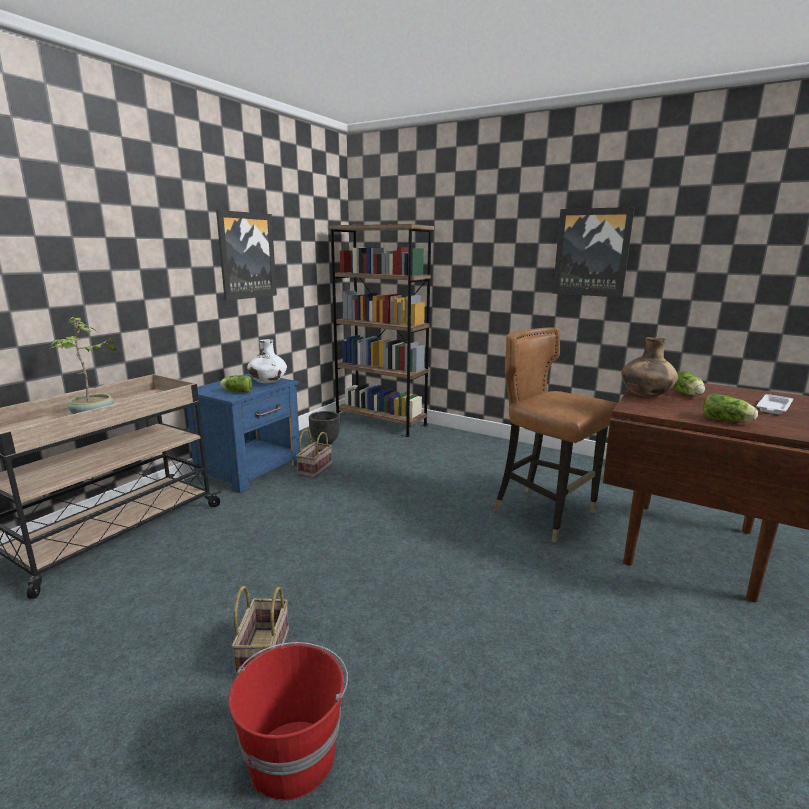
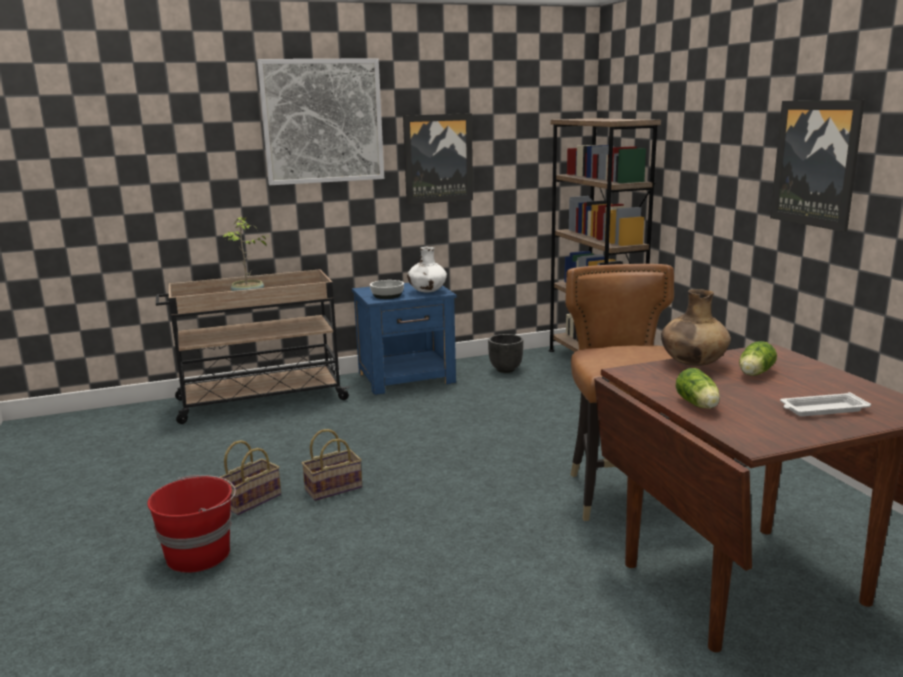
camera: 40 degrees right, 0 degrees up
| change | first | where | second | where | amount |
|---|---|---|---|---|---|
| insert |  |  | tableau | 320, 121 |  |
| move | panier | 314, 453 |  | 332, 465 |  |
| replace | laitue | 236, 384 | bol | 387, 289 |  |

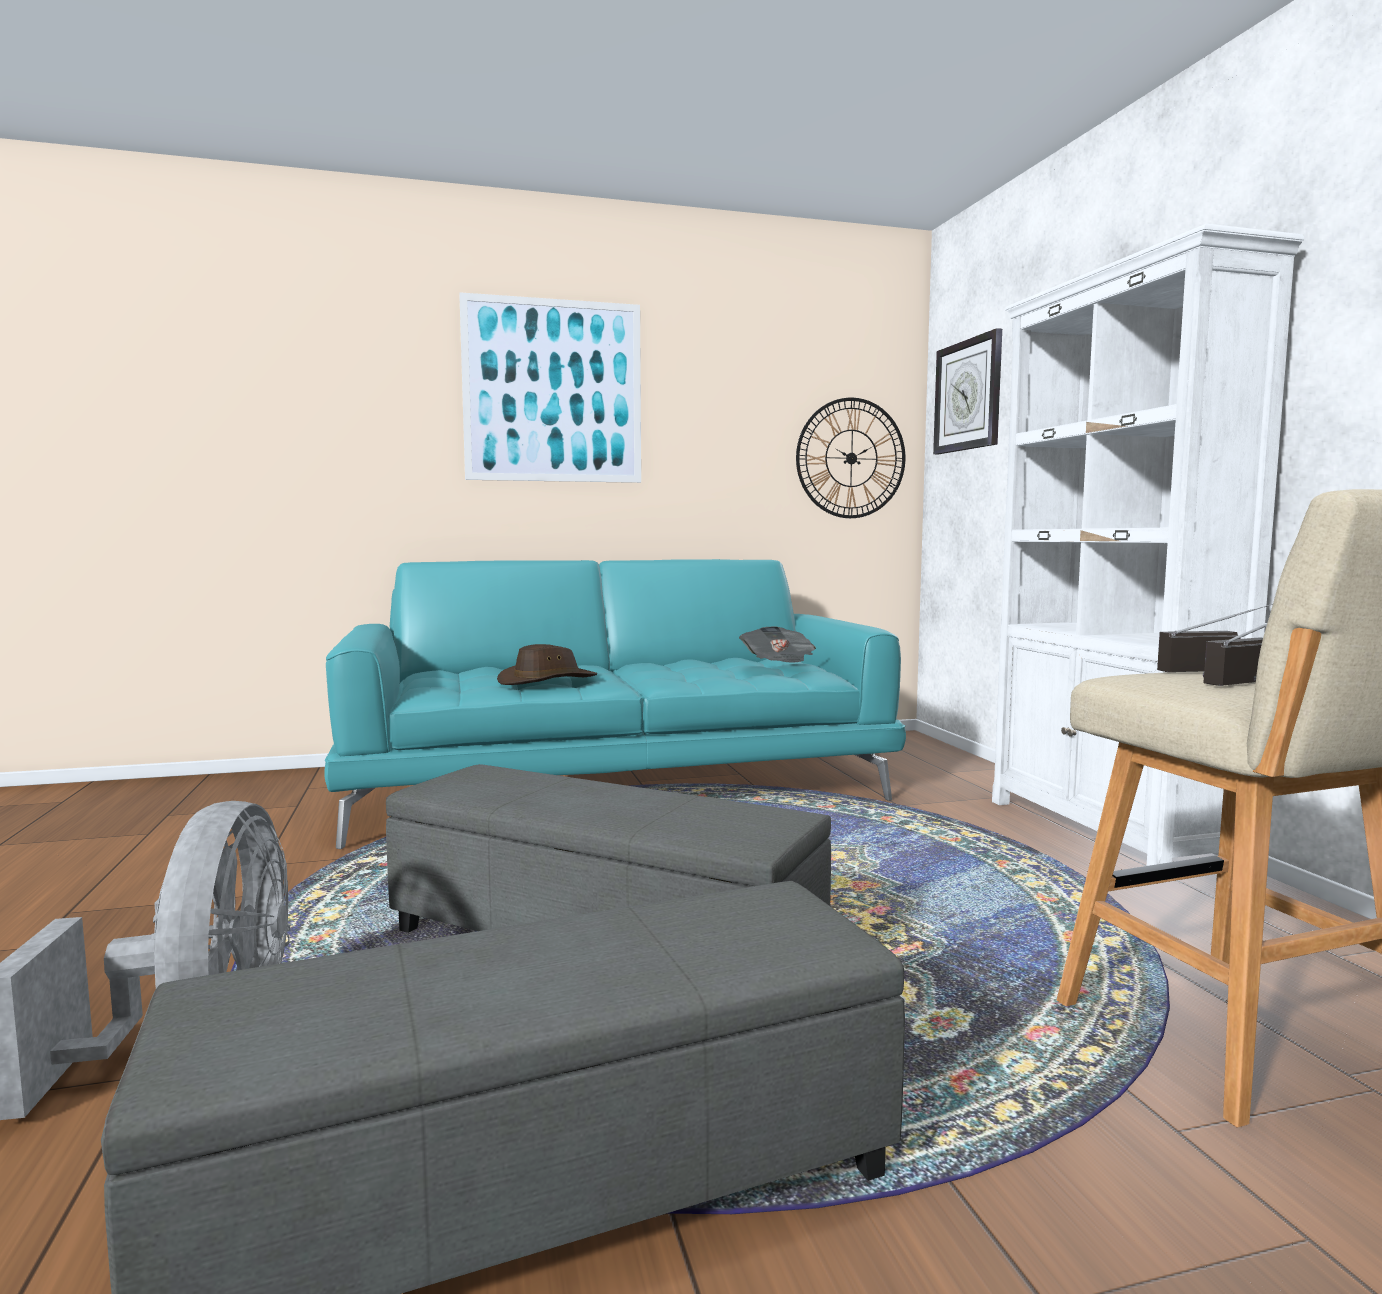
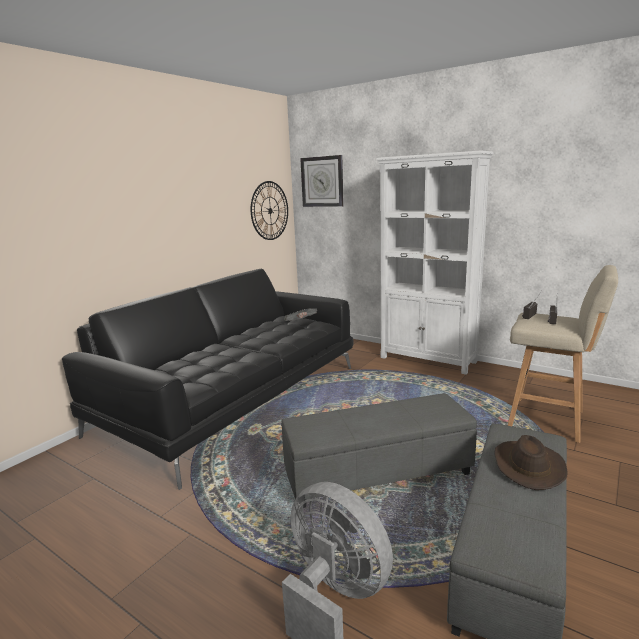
camera: 40 degrees left, 10 degrees up
| change | first | where | second | where | amount |
|---|---|---|---|---|---|
| recolor | canapé [turquoise] | 615, 704 | canapé [noir] | 208, 379 |  |
| move | chapeau [marron] | 547, 664 |  | 531, 462 |  |
| delete | tableau | 550, 387 |  |  |  |

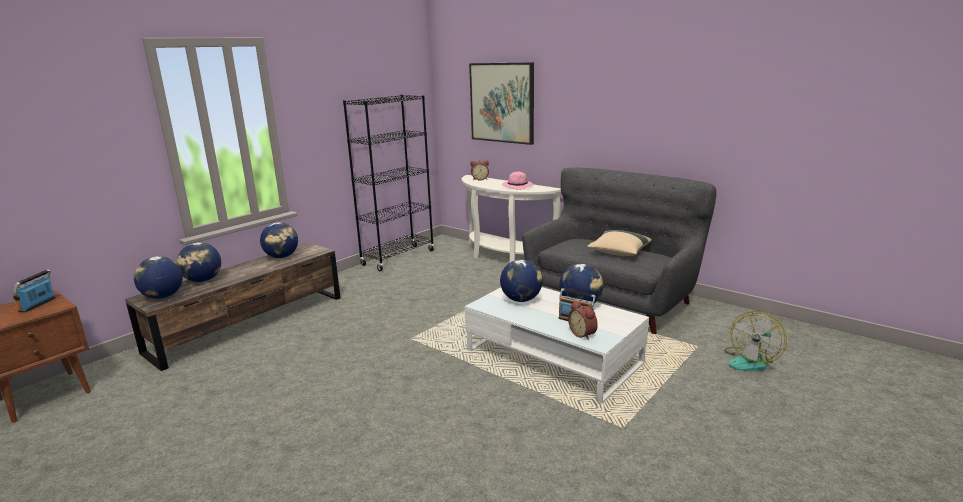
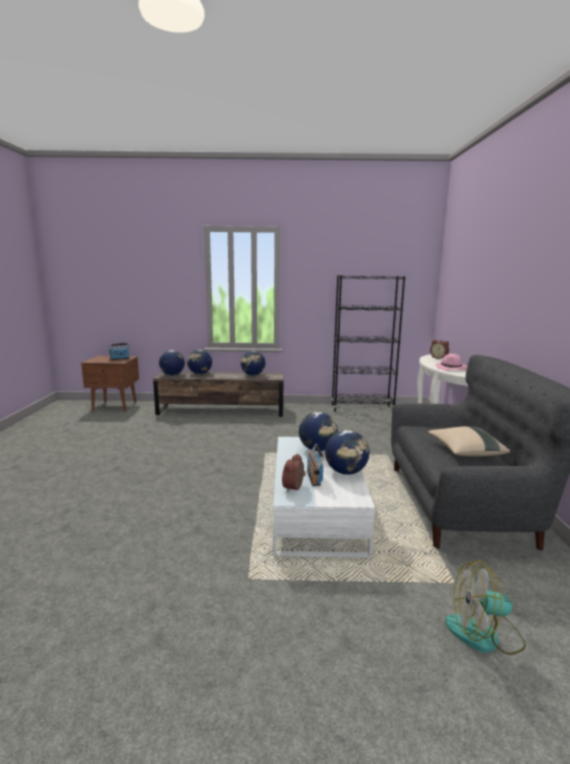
camera: 50 degrees right, 5 degrees down
| change | first | where | second | where | amount |
|---|---|---|---|---|---|
| delete | tableau | 501, 103 |  |  |  |

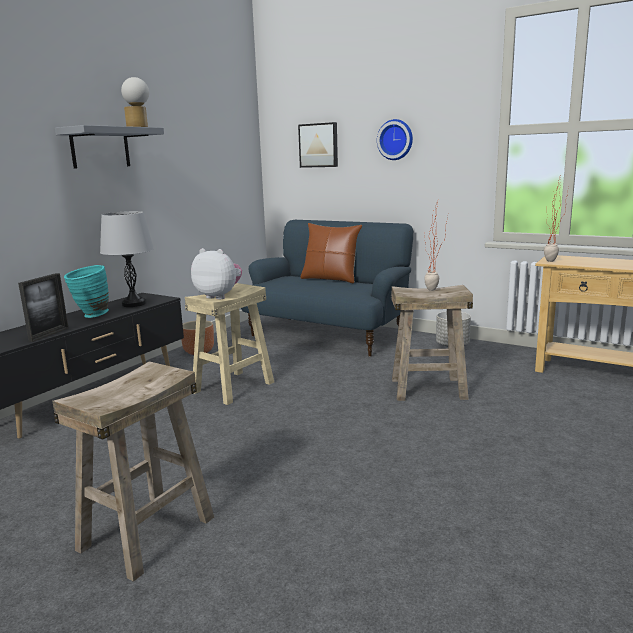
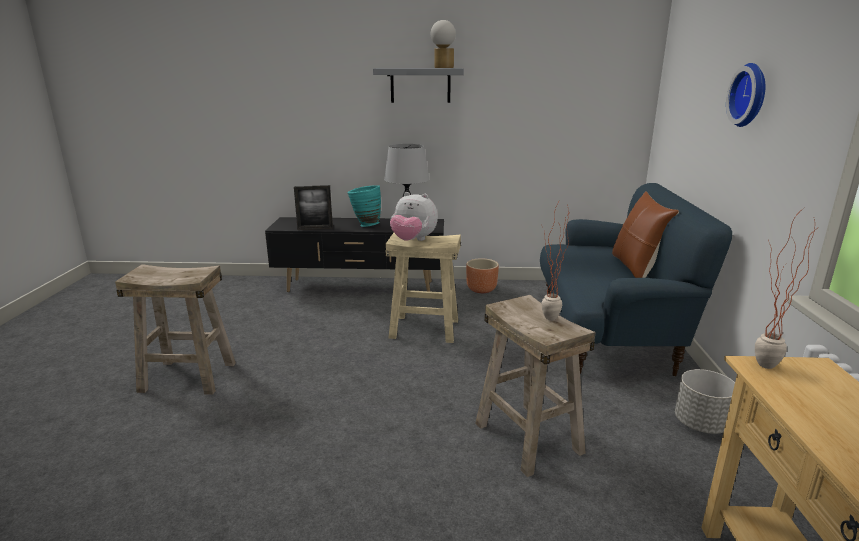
camera: 60 degrees right, 5 degrees up
| change | first | where | second | where | amount |
|---|---|---|---|---|---|
| rotate | peluche | 216, 273 |  | 414, 216 | 120 degrees clockwise |
| delete | tableau | 318, 145 |  |  |  |

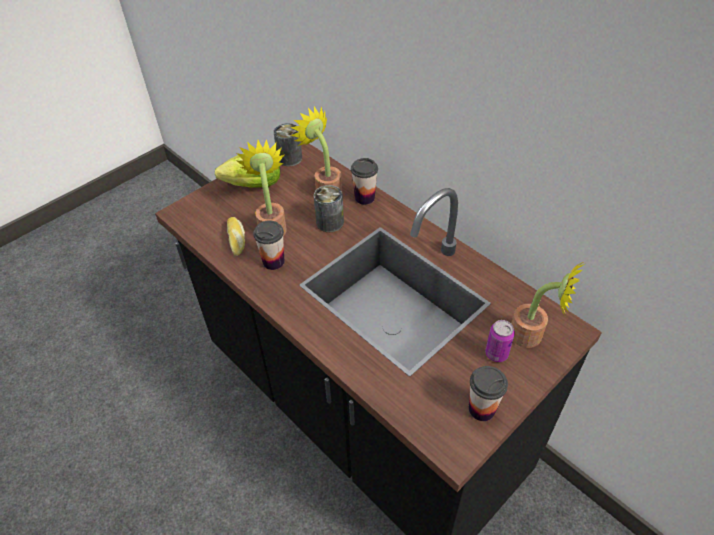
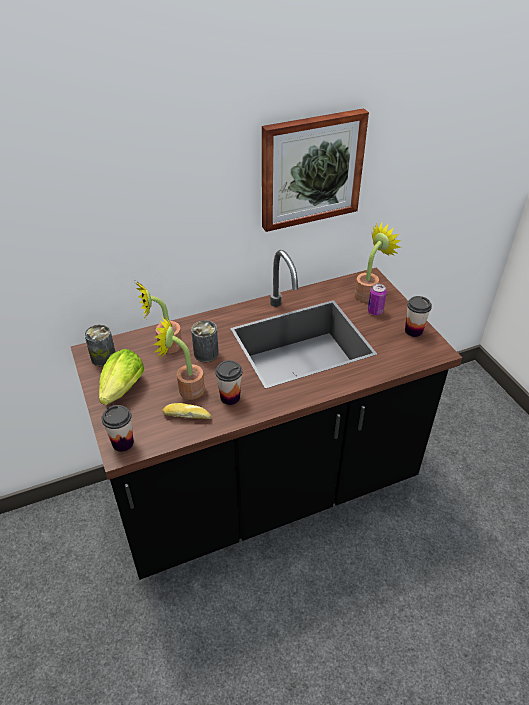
camera: 70 degrees left, 5 degrees down
| change | first | where | second | where | amount |
|---|---|---|---|---|---|
| move | tasse | 364, 181 |  | 118, 428 |  |
| insert |  |  | tableau | 315, 170 |  |

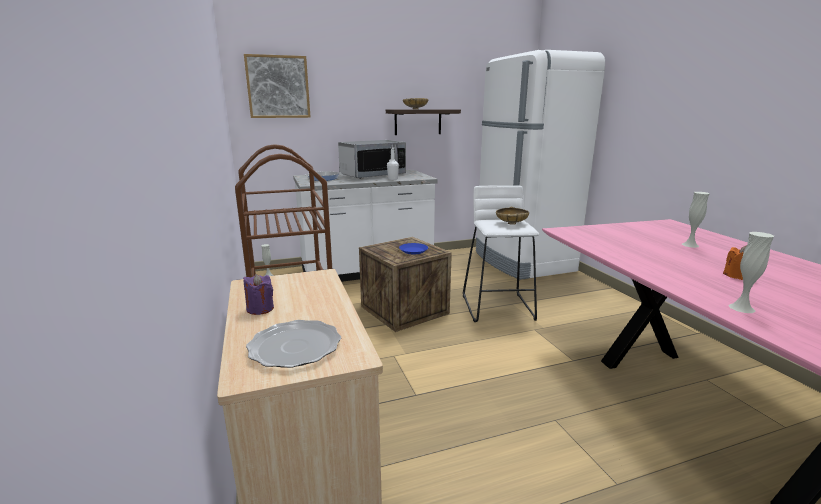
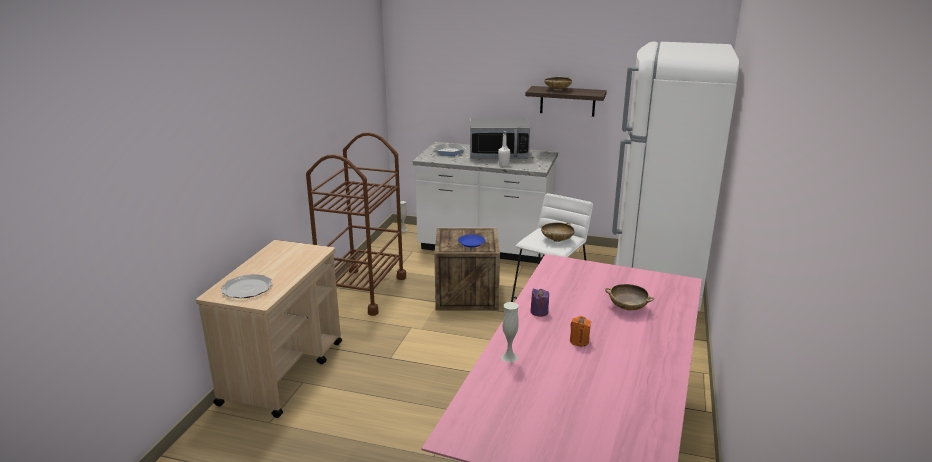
camera: 35 degrees right, 5 degrees up
| change | first | where | second | where | amount |
|---|---|---|---|---|---|
| move | bougie [violet] | 258, 294 |  | 539, 303 |  |
| replace | vase [blanc] | 696, 220 | bol [beige] | 629, 297 |  |
| delete | tableau | 277, 86 |  |  |  |

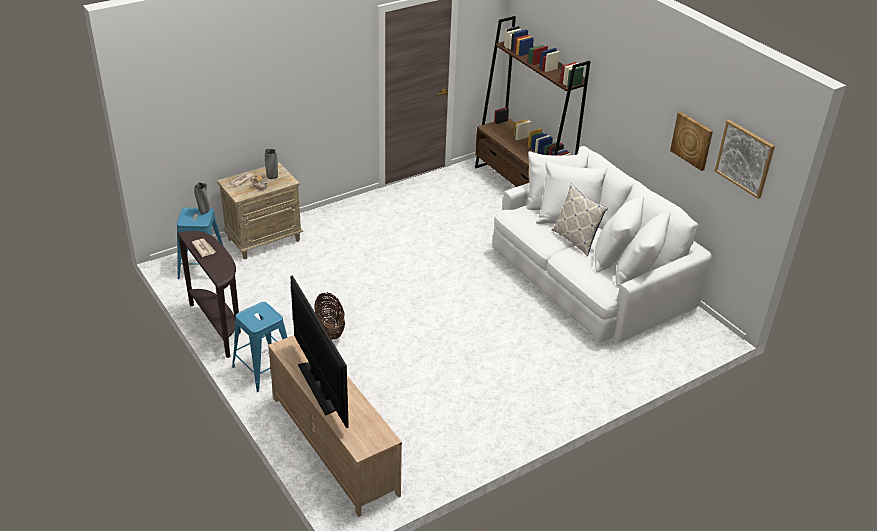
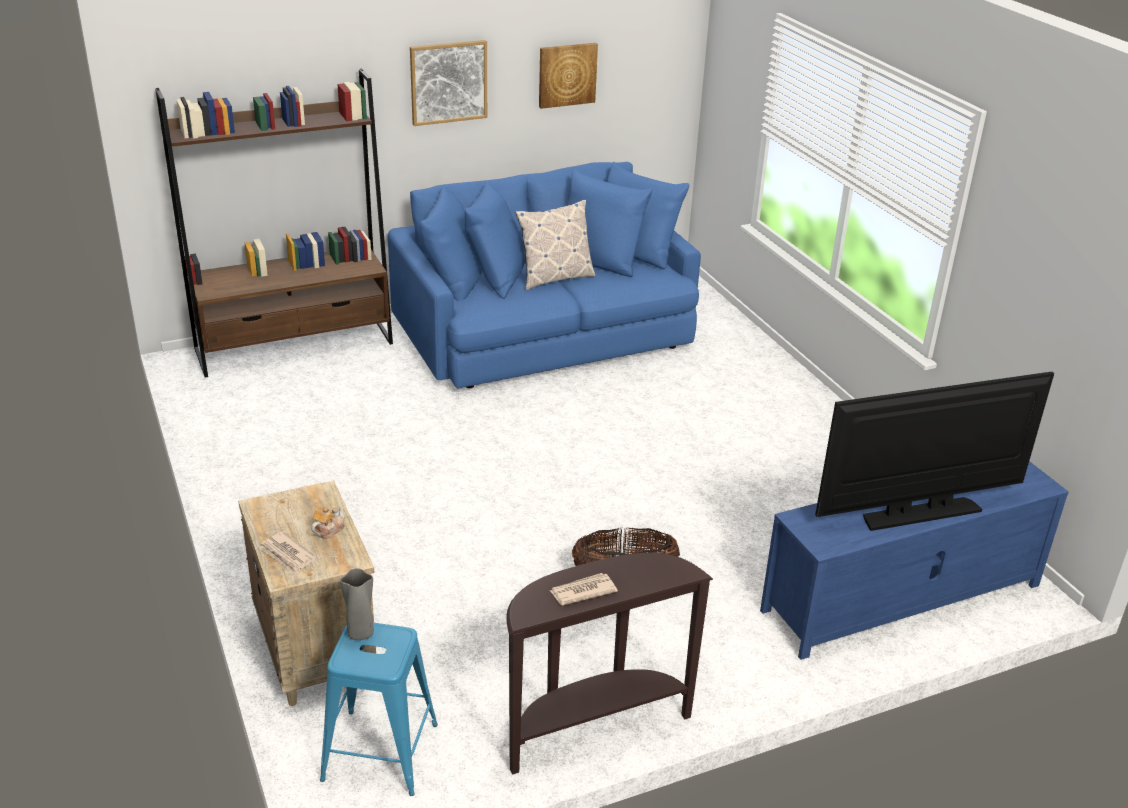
camera: 80 degrees left, 5 degrees down
| change | first | where | second | where | amount |
|---|---|---|---|---|---|
| recolor | canapé [blanc] | 602, 244 | canapé [bleu] | 544, 275 |  |
| move | tableau | 745, 159 |  | 448, 83 |  |
| recolor | meuble télé [beige] | 335, 426 | meuble télé [bleu] | 914, 560 |  |
| delete | tabouret [bleu] | 259, 347 |  |  |  |
| delete | vase [gris] | 271, 164 |  |  |  |

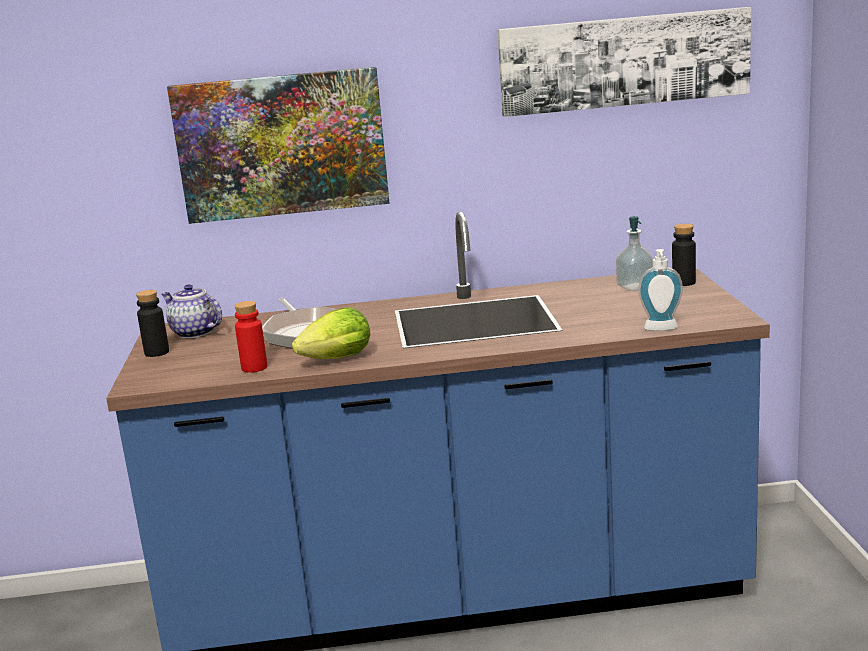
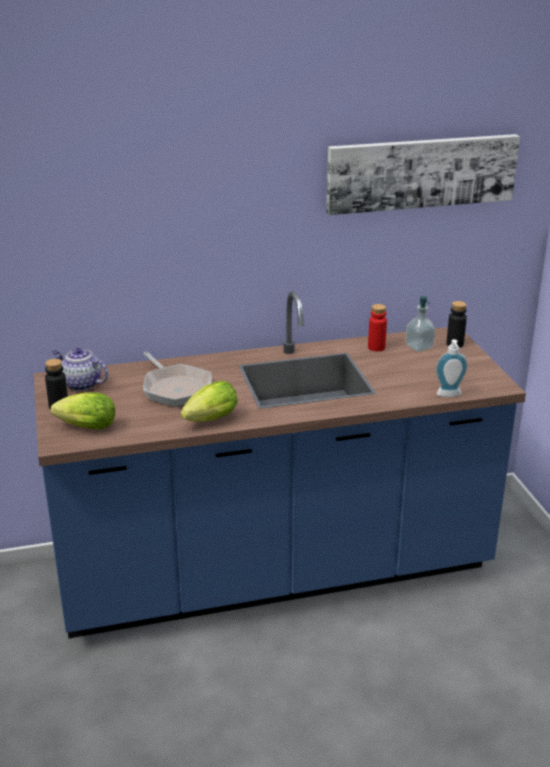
camera: 10 degrees left, 10 degrees up
| change | first | where | second | where | amount |
|---|---|---|---|---|---|
| insert |  |  | laitue | 83, 410 |  |
| move | bouteille [rouge] | 250, 337 |  | 377, 327 |  |
| delete | tableau | 278, 145 |  |  |  |

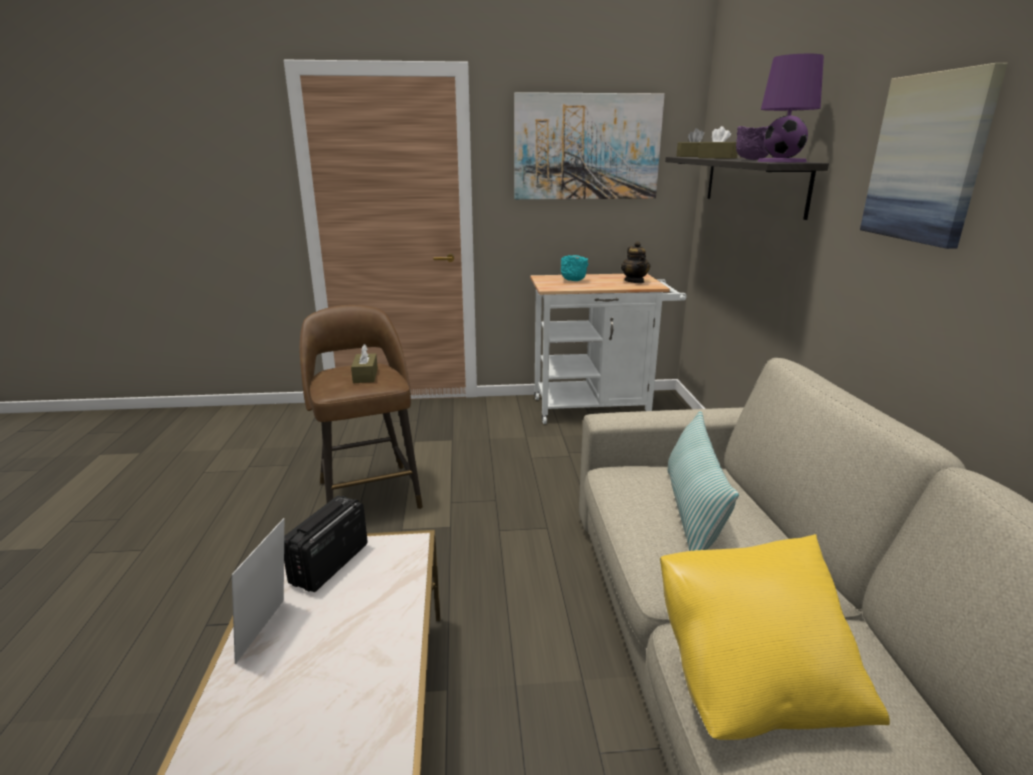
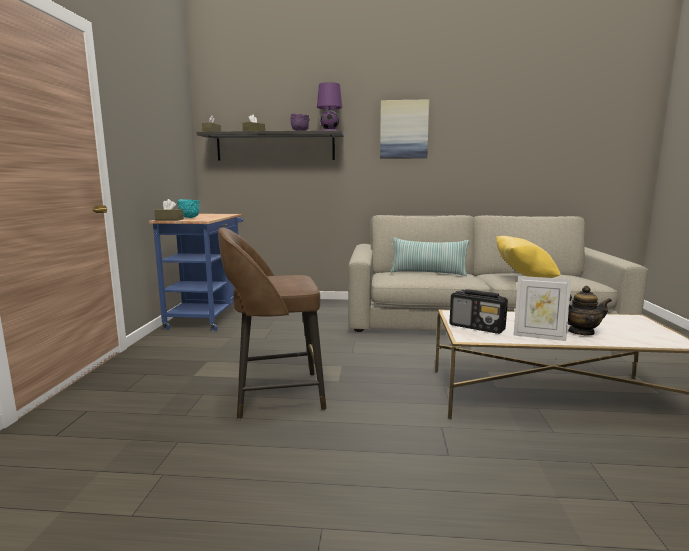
camera: 80 degrees left, 10 degrees down
| change | first | where | second | where | amount |
|---|---|---|---|---|---|
| recolor | chariot [blanc] | 608, 349 | chariot [bleu] | 196, 272 |  |
| move | boîte à mouchoirs [marron] | 364, 363 |  | 169, 209 |  |
| move | théière | 635, 262 |  | 590, 310 |  |
| delete | tableau | 589, 146 |  |  |  |

